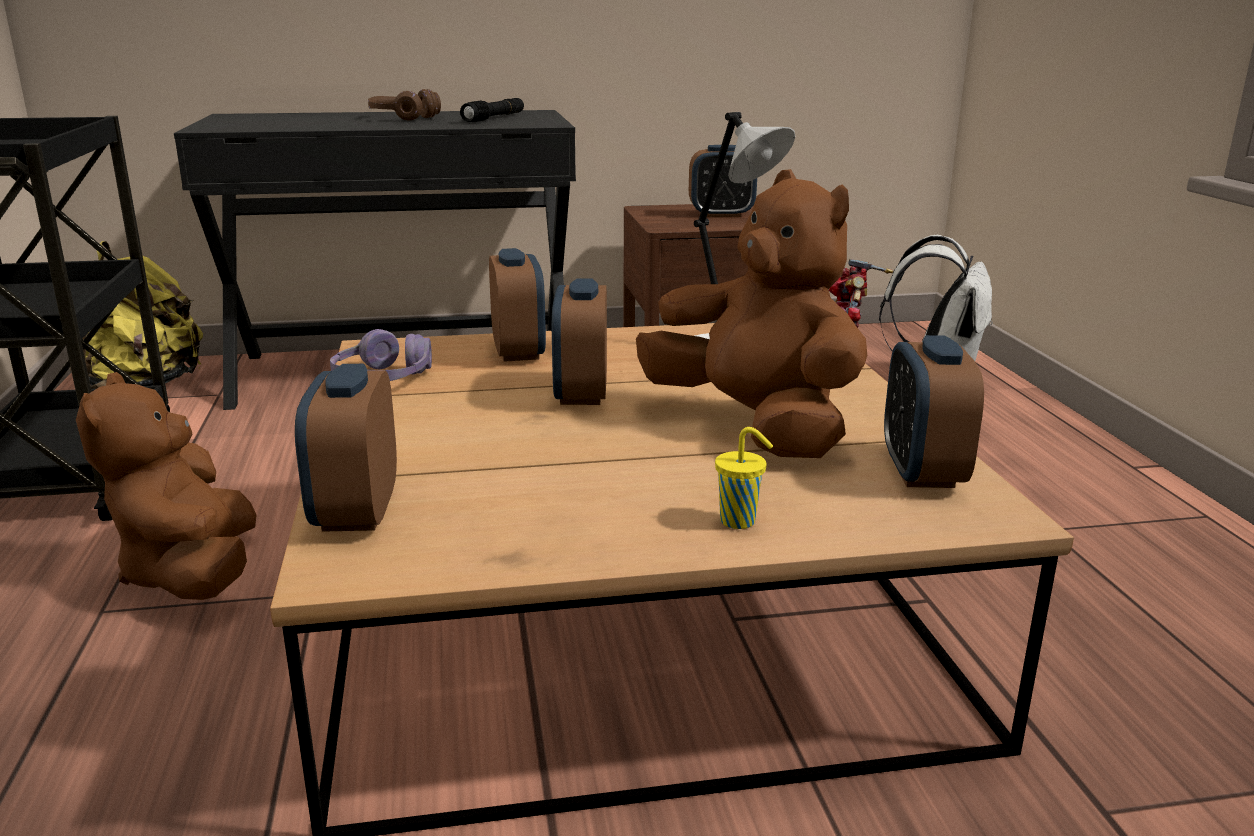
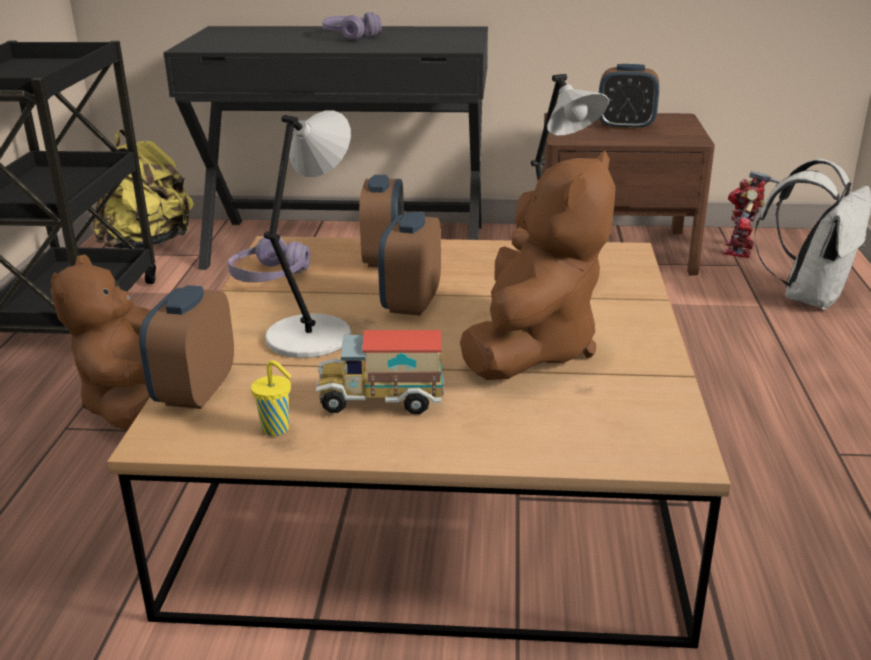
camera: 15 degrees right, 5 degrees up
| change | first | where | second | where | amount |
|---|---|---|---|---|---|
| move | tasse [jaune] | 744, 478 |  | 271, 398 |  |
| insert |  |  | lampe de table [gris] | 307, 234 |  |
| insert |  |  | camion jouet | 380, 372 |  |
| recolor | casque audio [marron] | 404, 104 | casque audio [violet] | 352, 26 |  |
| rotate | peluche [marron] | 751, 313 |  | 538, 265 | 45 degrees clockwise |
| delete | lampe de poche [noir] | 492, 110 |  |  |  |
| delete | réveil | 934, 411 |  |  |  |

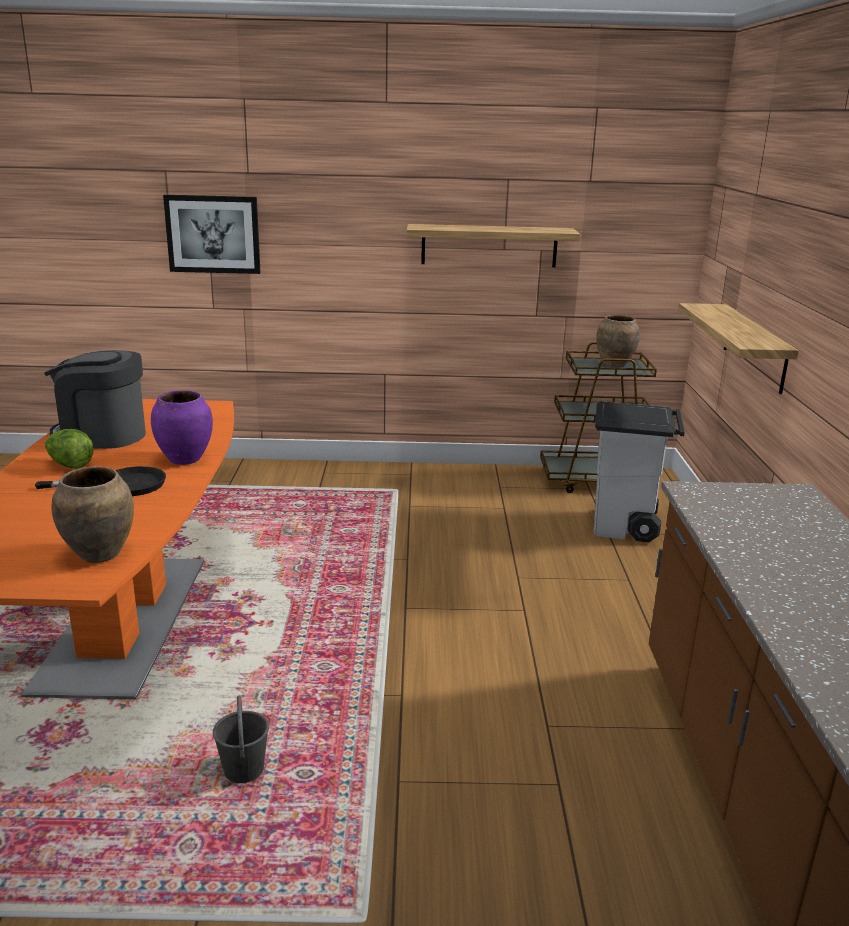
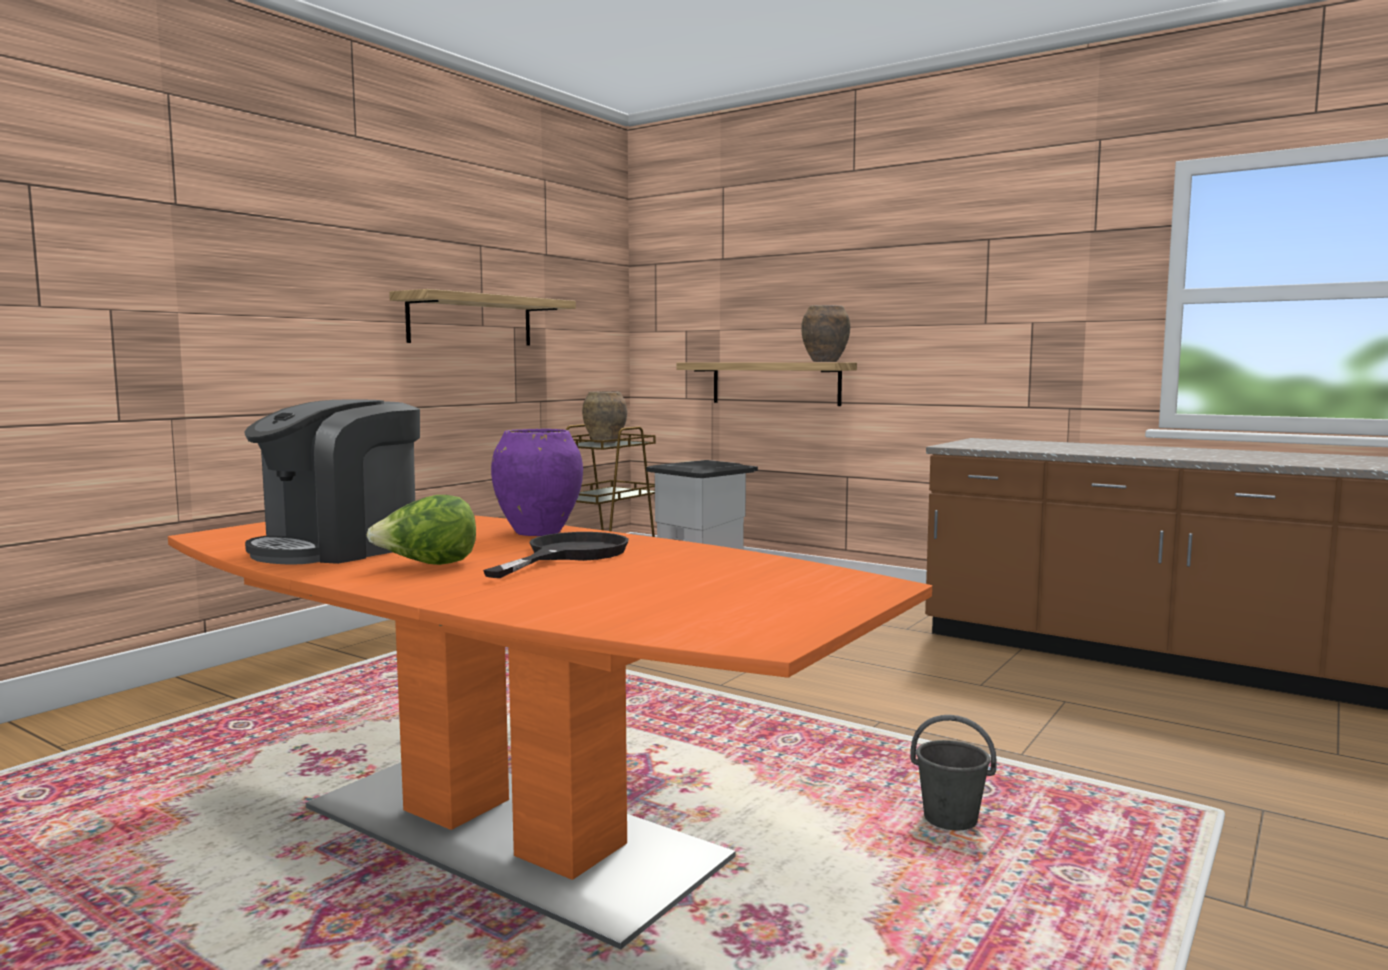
camera: 55 degrees left, 15 degrees down
| change | first | where | second | where | amount |
|---|---|---|---|---|---|
| move | vase [marron] | 93, 515 |  | 825, 333 |  |
| delete | tableau | 212, 234 |  |  |  |

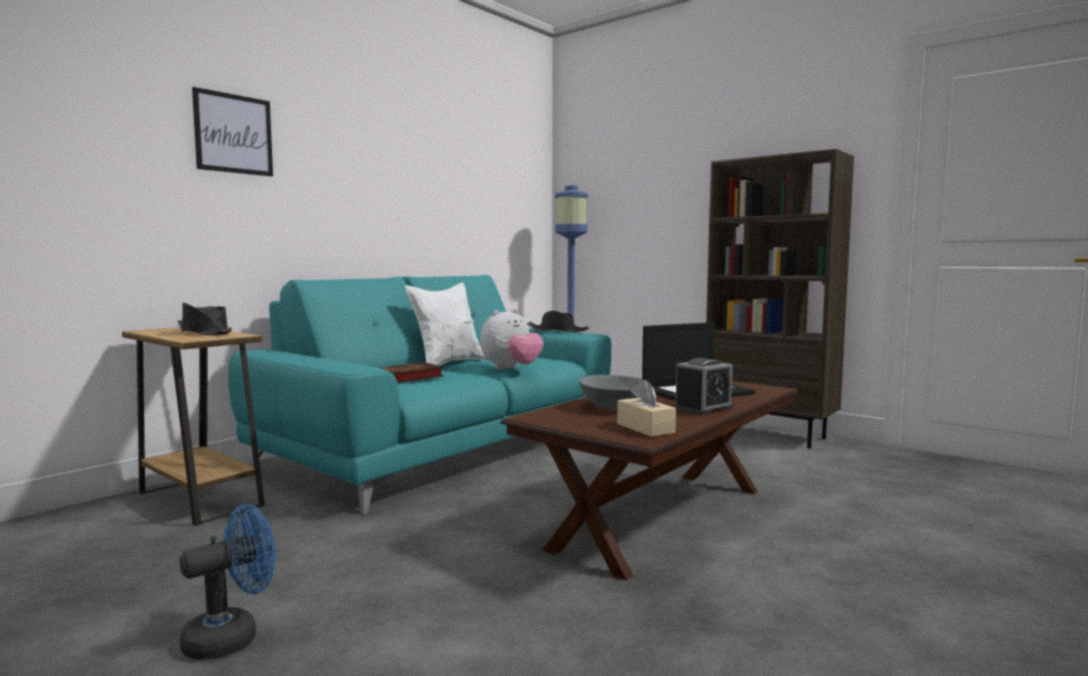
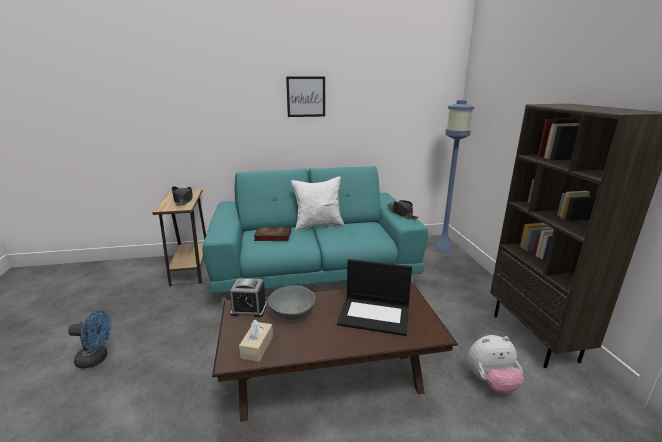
camera: 40 degrees right, 15 degrees up
| change | first | where | second | where | amount |
|---|---|---|---|---|---|
| move | réveil | 703, 386 |  | 248, 297 |  |
| move | tableau | 232, 131 |  | 305, 96 |  |
| move | peluche | 512, 339 |  | 496, 364 |  |

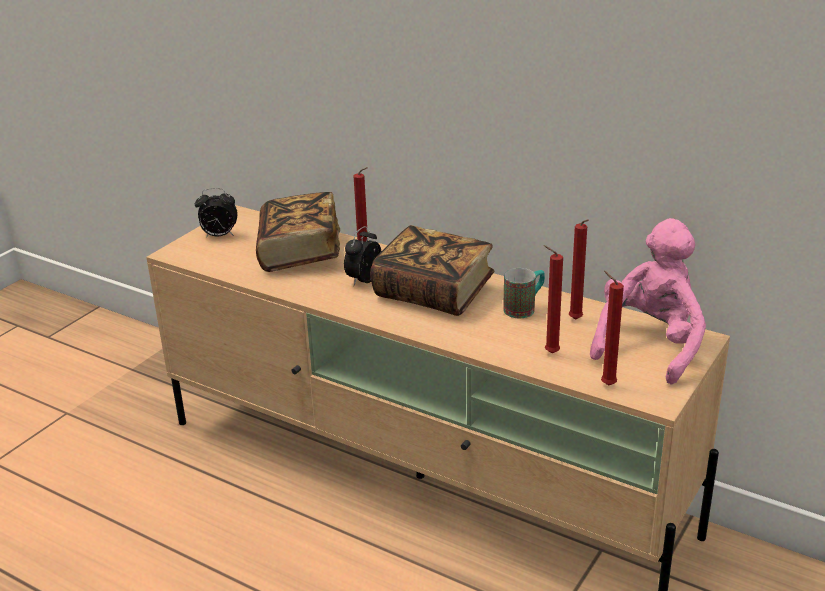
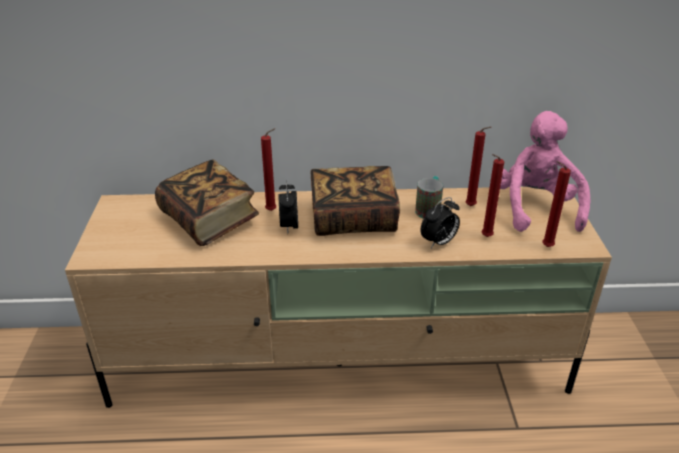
camera: 35 degrees left, 5 degrees up
| change | first | where | second | where | amount |
|---|---|---|---|---|---|
| move | réveil | 216, 213 |  | 440, 222 |  |

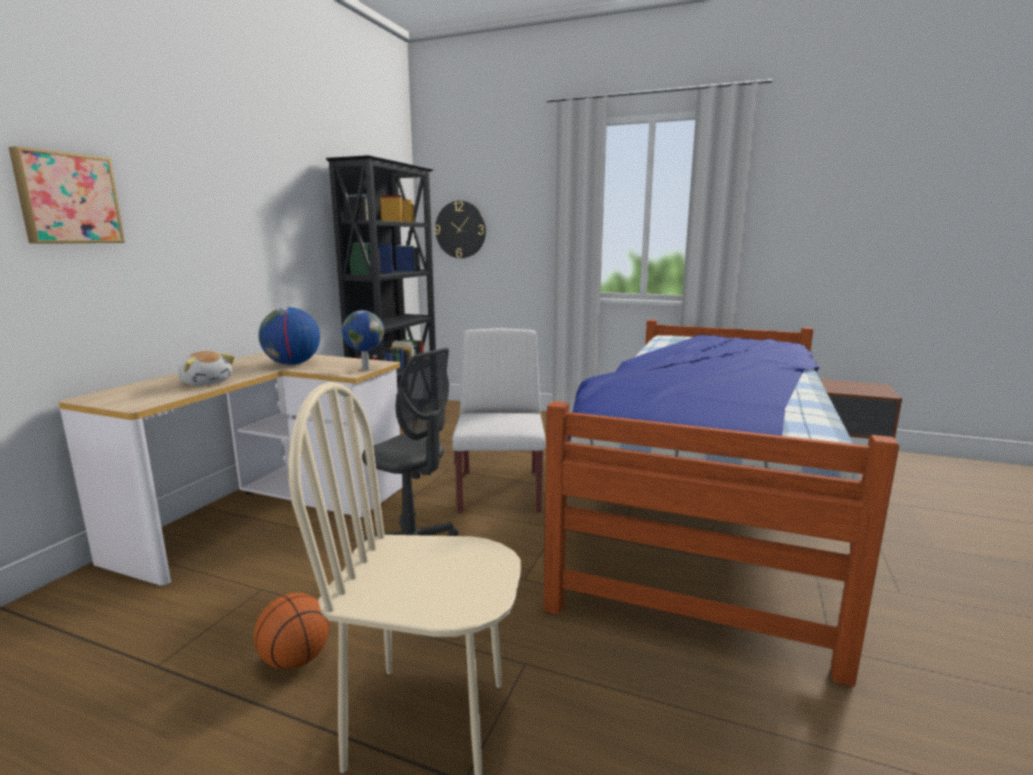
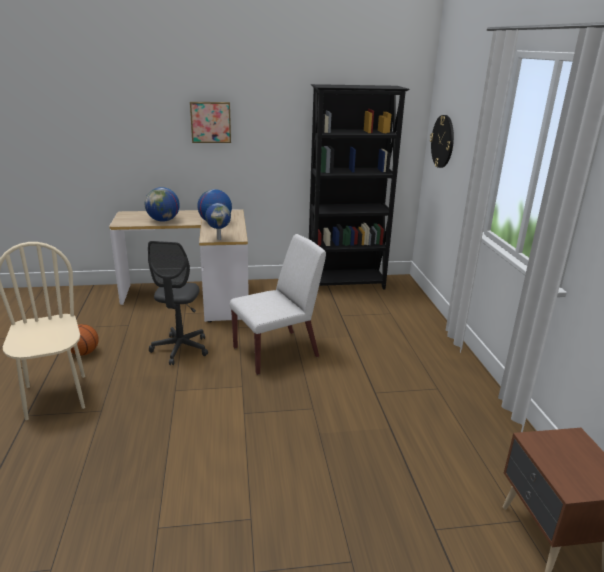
camera: 60 degrees right, 10 degrees up
| change | first | where | second | where | amount |
|---|---|---|---|---|---|
| replace | peluche | 206, 368 | globe | 162, 204 |  |
| move | tableau | 67, 195 |  | 210, 122 |  |
| delete | lit | 721, 503 |  |  |  |

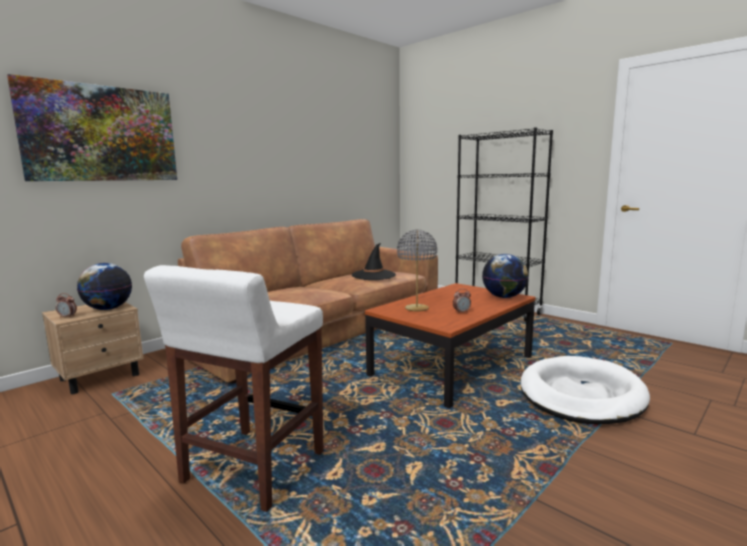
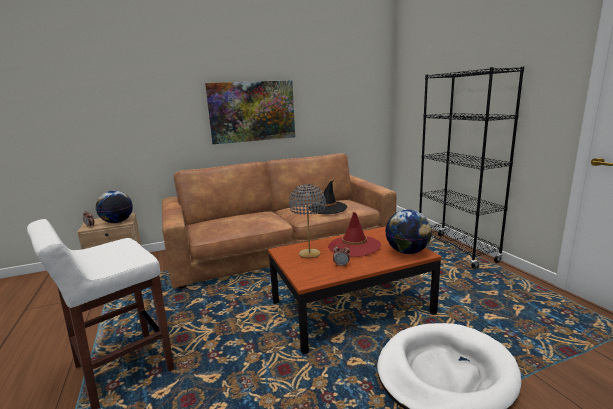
camera: 25 degrees right, 5 degrees up
| change | first | where | second | where | amount |
|---|---|---|---|---|---|
| move | tableau | 92, 127 |  | 250, 112 |  |
| insert |  |  | chapeau [rouge] | 354, 234 |  |

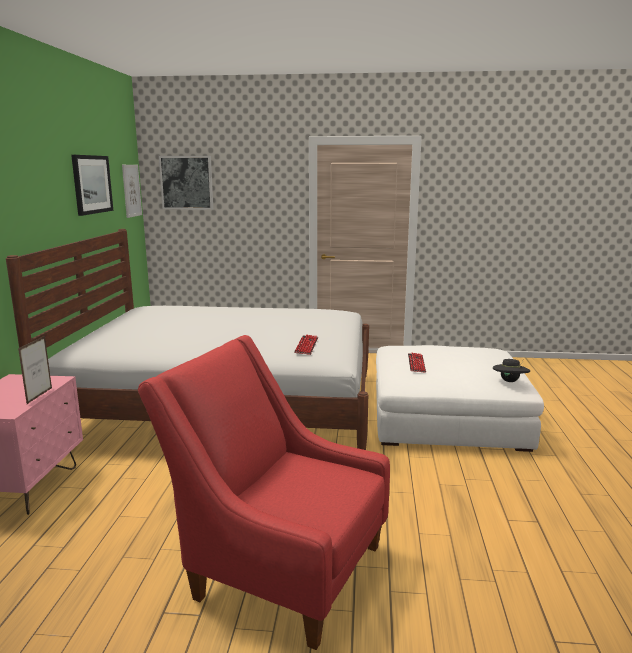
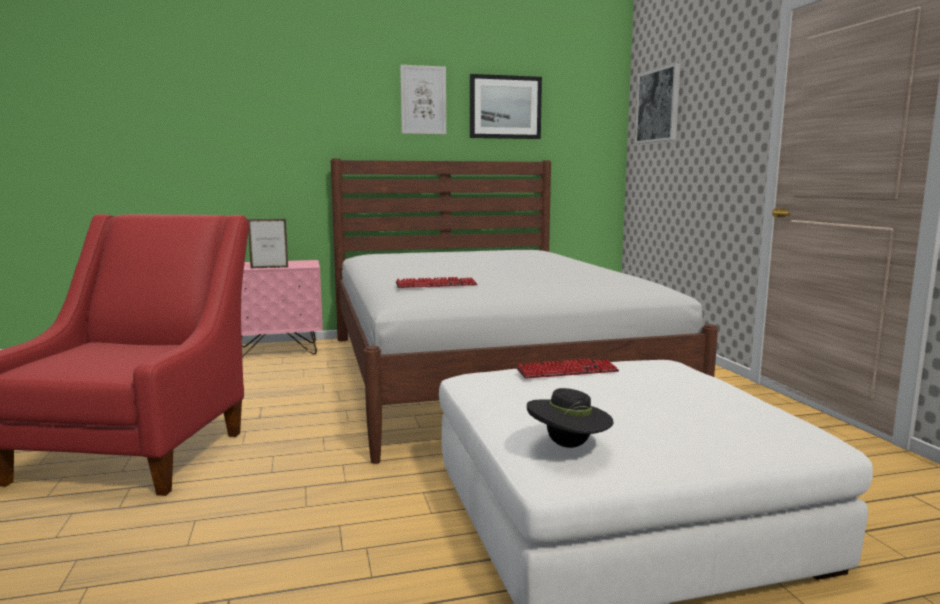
camera: 70 degrees right, 5 degrees down
| change | first | where | second | where | amount |
|---|---|---|---|---|---|
| move | tableau | 132, 191 |  | 423, 99 |  |

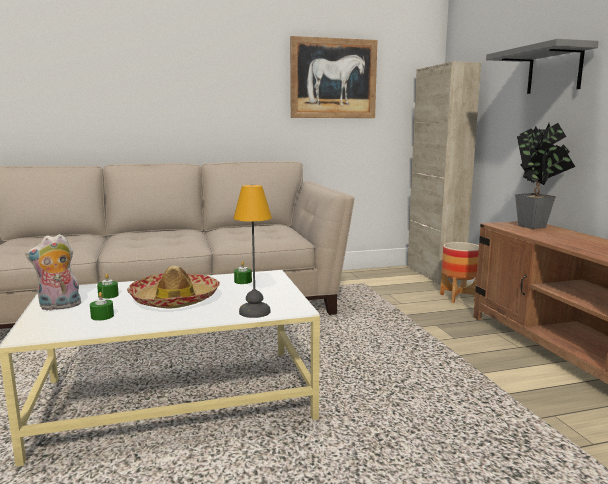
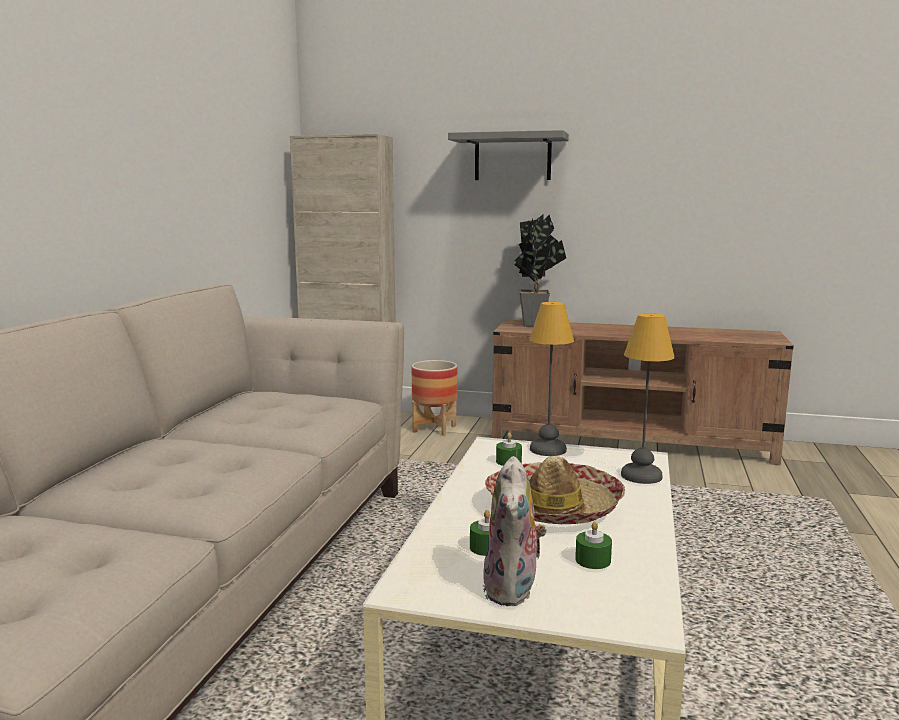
camera: 60 degrees left, 0 degrees up
| change | first | where | second | where | amount |
|---|---|---|---|---|---|
| insert |  |  | lampe de table | 551, 379 |  |
| delete | tableau | 333, 77 |  |  |  |

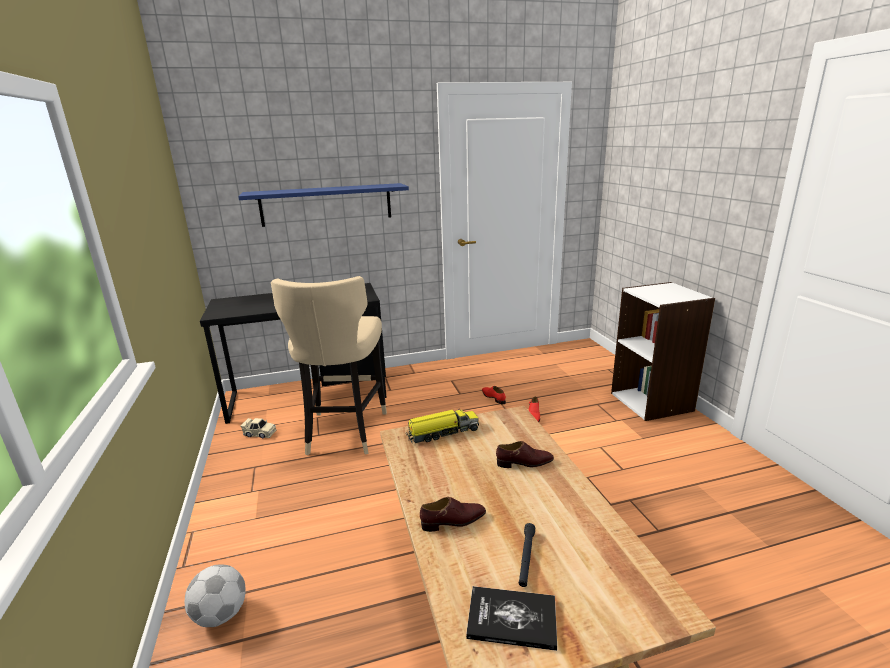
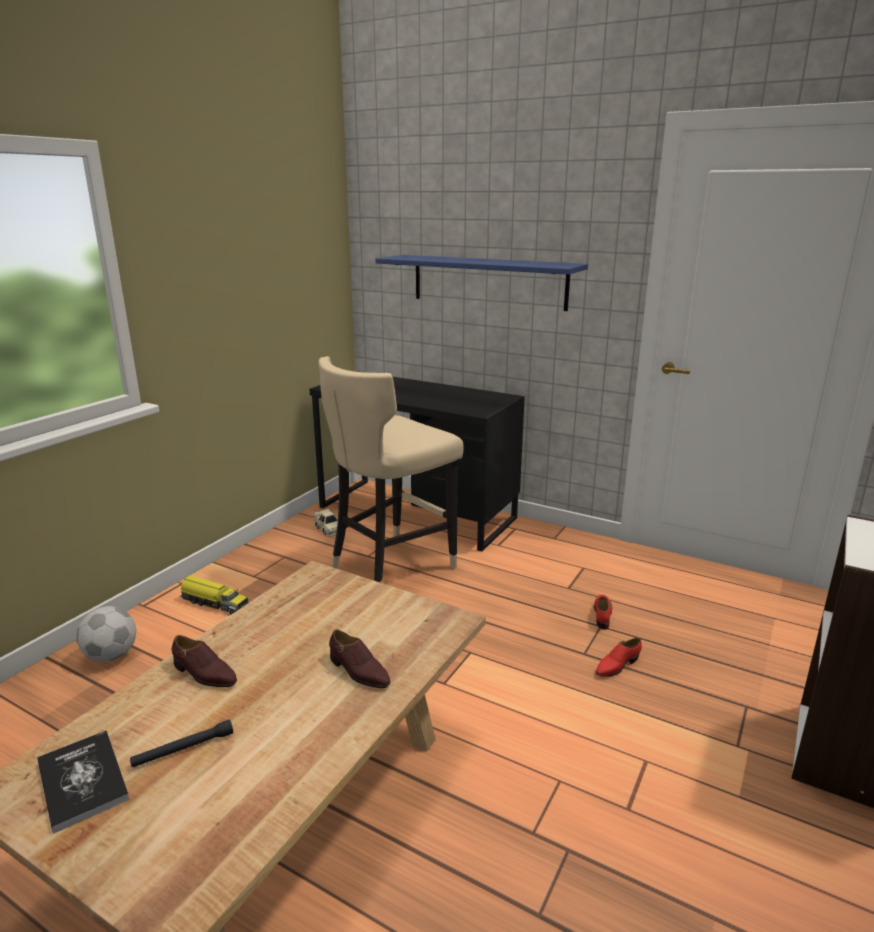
camera: 45 degrees right, 0 degrees up
| change | first | where | second | where | amount |
|---|---|---|---|---|---|
| move | camion jouet | 442, 426 |  | 214, 595 |  |

